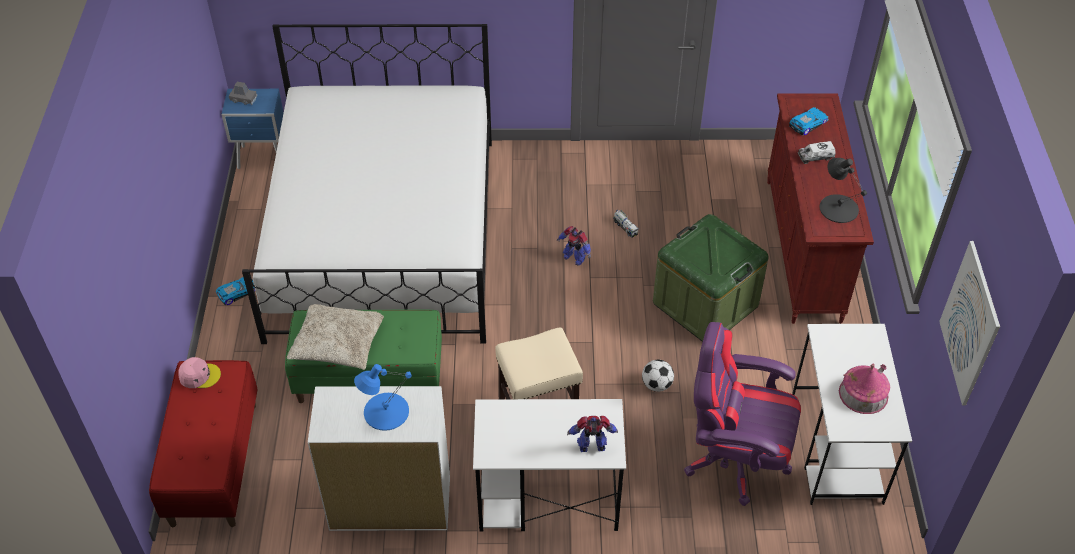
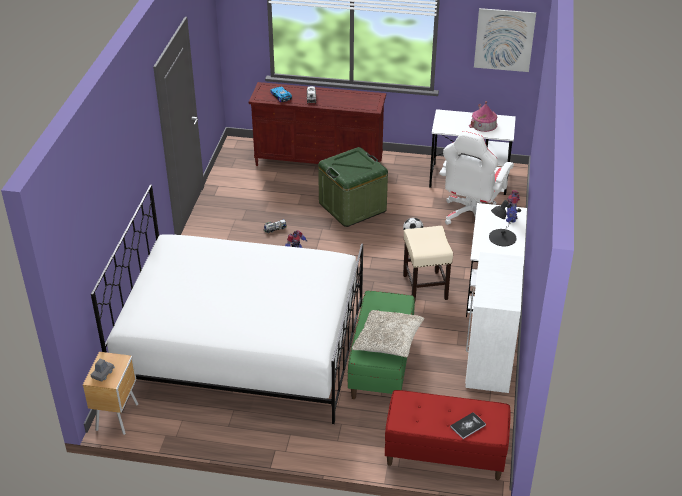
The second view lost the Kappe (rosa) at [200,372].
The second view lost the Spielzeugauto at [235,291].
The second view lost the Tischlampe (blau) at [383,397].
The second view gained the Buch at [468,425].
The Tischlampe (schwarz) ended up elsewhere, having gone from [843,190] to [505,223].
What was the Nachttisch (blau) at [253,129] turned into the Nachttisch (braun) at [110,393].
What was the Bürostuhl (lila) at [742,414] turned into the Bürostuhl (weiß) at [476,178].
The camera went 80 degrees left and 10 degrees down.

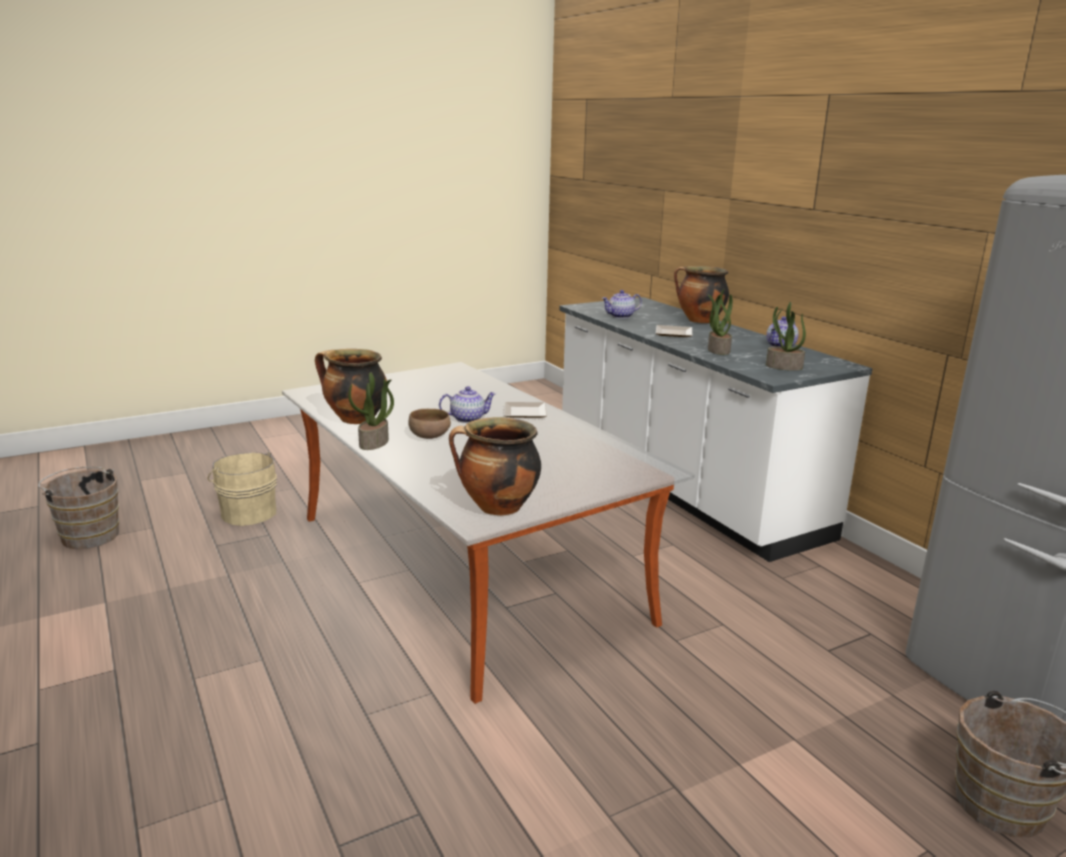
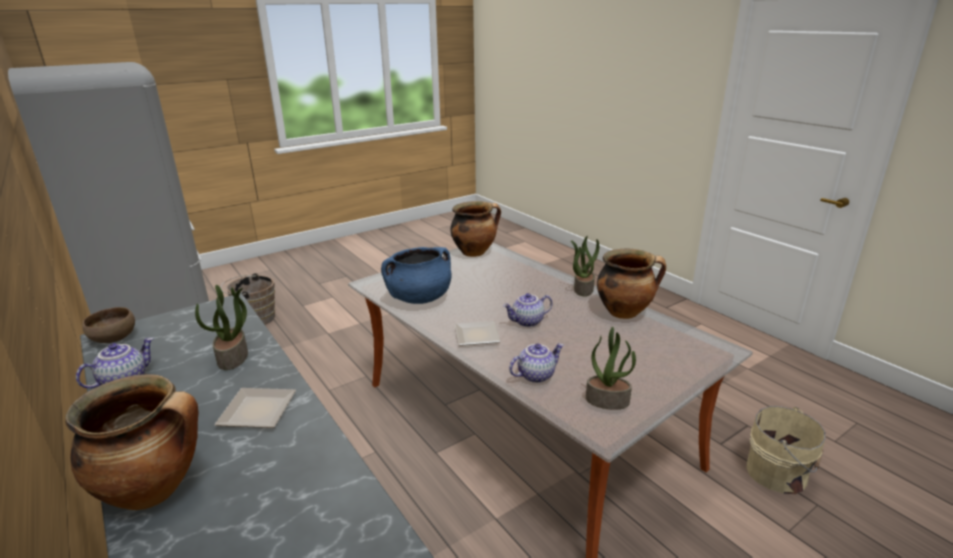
The second view lost the Eimer (braun) at [78,508].
The second view gained the Kochtopf (blau) at [416,275].
The Schüssel (braun) ended up elsewhere, having gone from [429,424] to [108,325].
The Teekanne ended up elsewhere, having gone from [621,304] to [536,363].
The Topfpflanze ended up elsewhere, having gone from [786,336] to [611,368].
The camera went 175 degrees right and 5 degrees up.

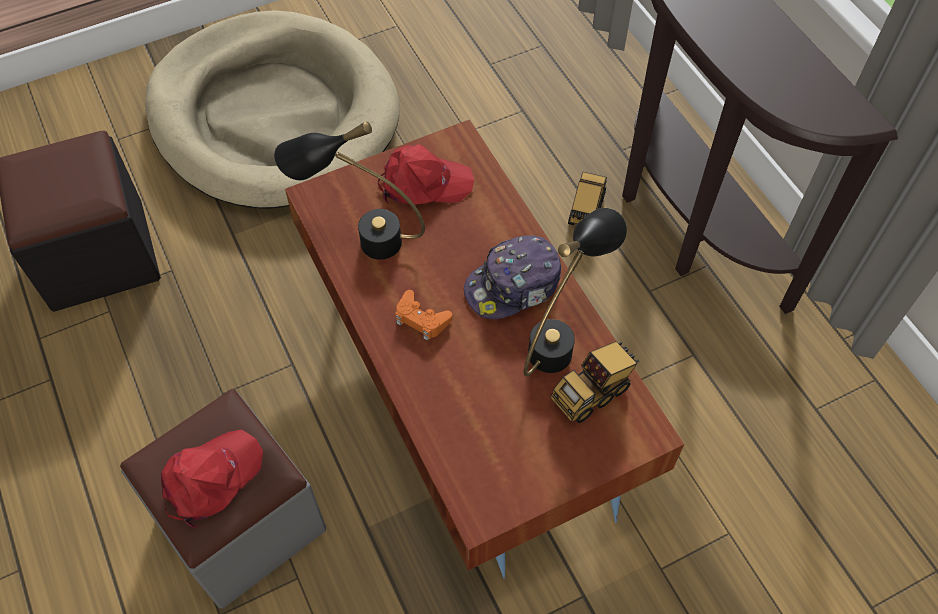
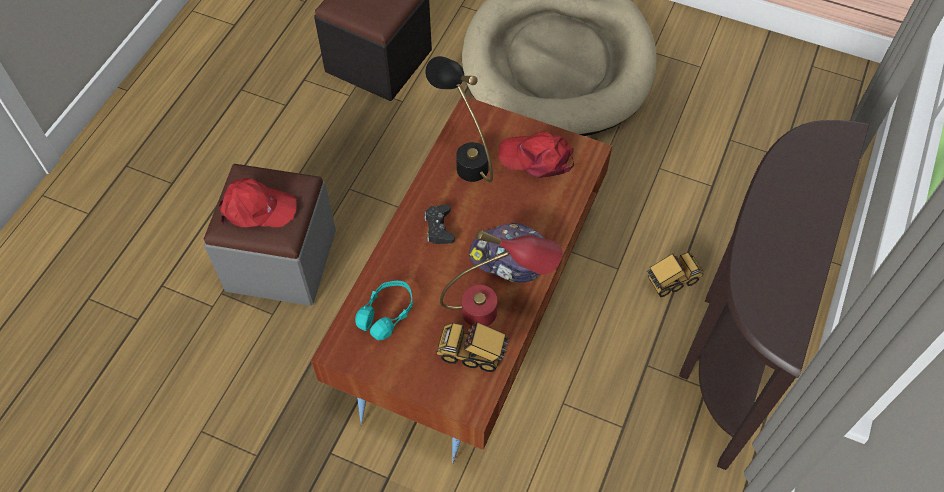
The second view gained the Kopfhörer (türkis) at [384,310].
What was the Gamepad (orange) at [424,315] turned into the Gamepad (schwarz) at [439,224].
What was the Tischlampe (schwarz) at [575,292] turned into the Tischlampe (rot) at [501,277].
The Kappe (rot) at [426,174] ended up facing another way, 150 degrees clockwise from before.
The camera went 50 degrees right and 0 degrees up.

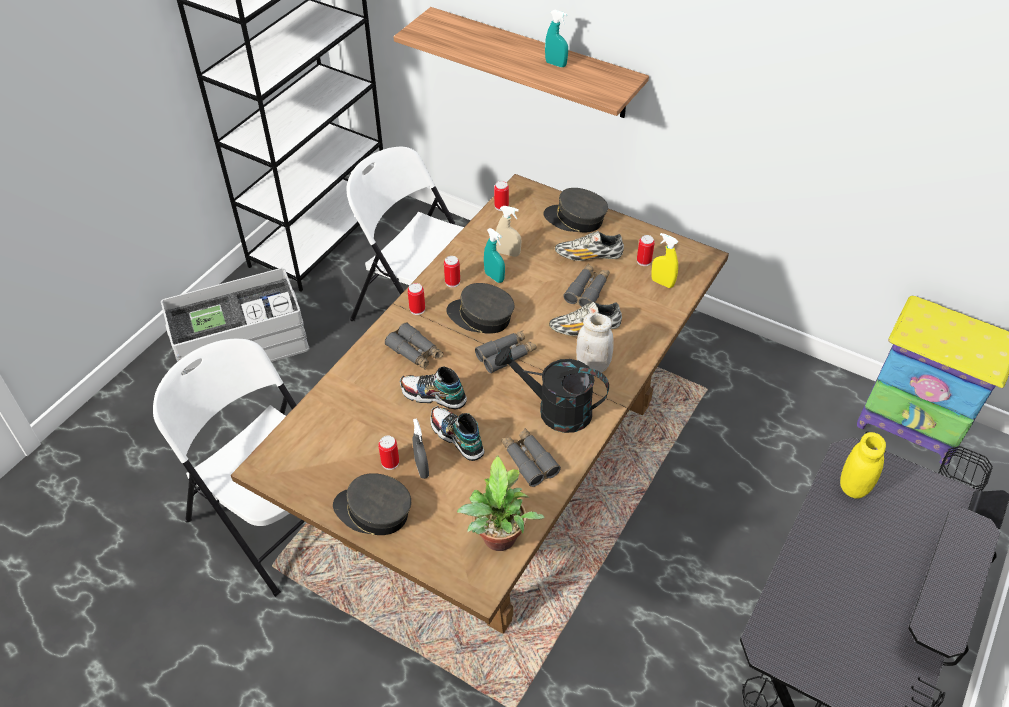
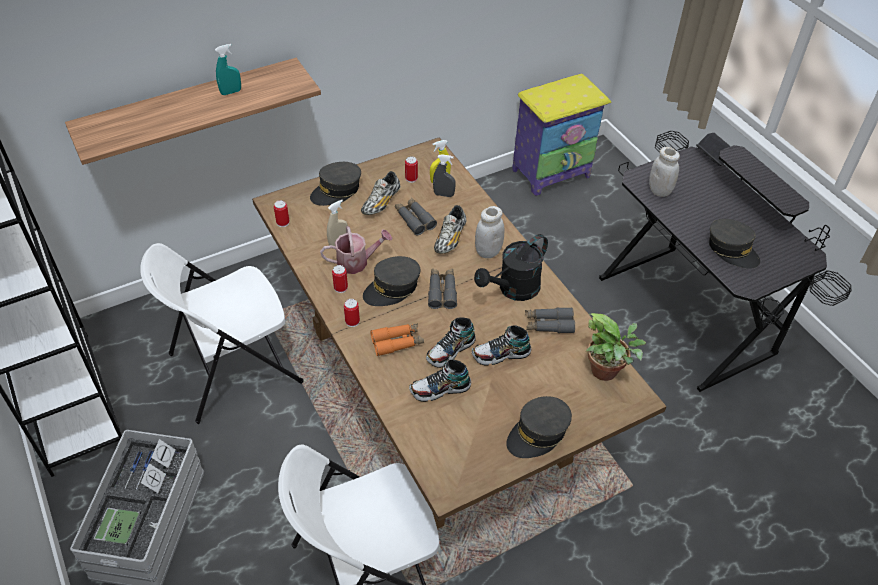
The second view lost the Dose at [388,453].
The second view gained the Schuh at [440,381].
The second view gained the Kappe (grau) at [734,244].
The Sprühflasche (grau) ended up elsewhere, having gone from [421,448] to [444,175].
Where the Sprühflasche (türkis) stood at [494,255], the Gießkanne came to stand at [356,250].
What was the Fernglas (grau) at [414,346] turned into the Fernglas (orange) at [397,339].
What was the Vorratsglas (gelb) at [863,465] turned into the Vorratsglas (weiß) at [664,172].
The camera went 60 degrees left and 0 degrees up.

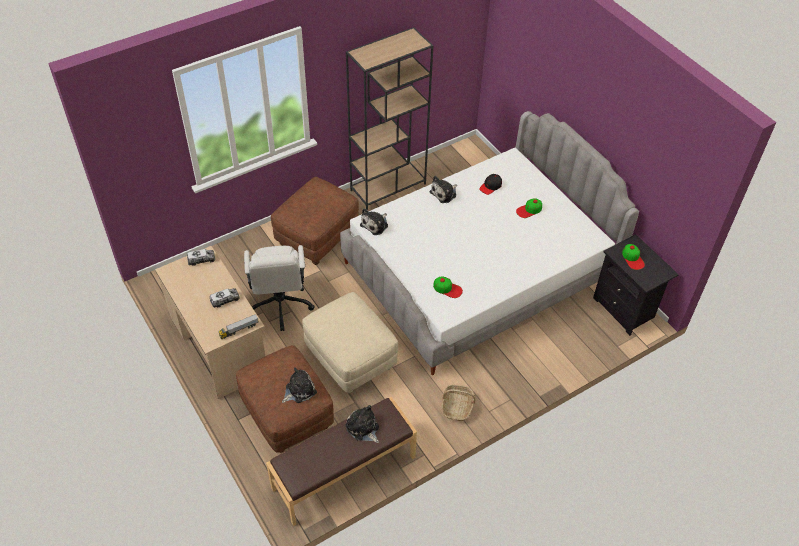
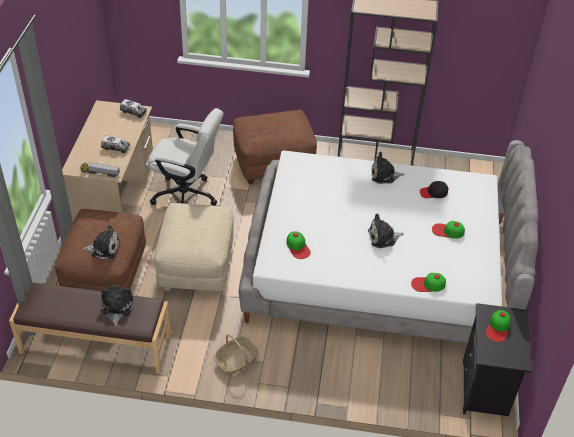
The second view gained the Kappe at [428,282].
The Plüschtier ended up elsewhere, having gone from [374,221] to [385,231].
The Bürostuhl (weiß) at [279,288] ended up facing another way, 105 degrees counterclockwise from before.
The camera went 40 degrees right and 5 degrees down.

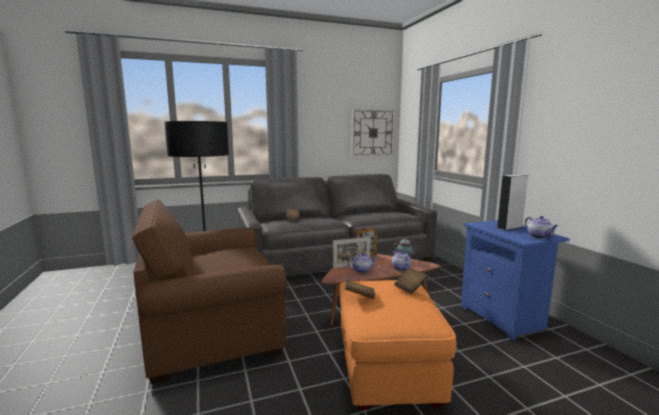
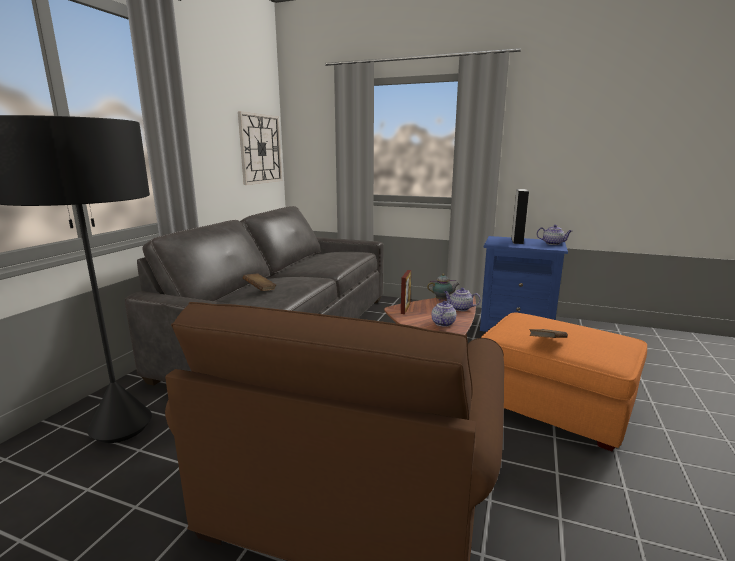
The second view lost the Bilderrahmen at [352,252].
The second view lost the Buch (braun) at [410,281].
The camera went 50 degrees left and 5 degrees up.

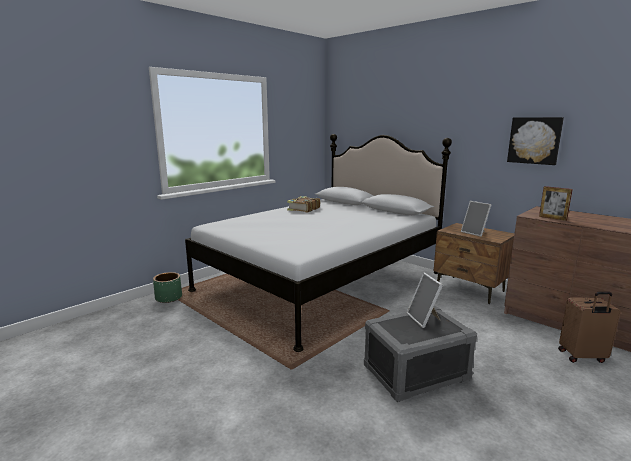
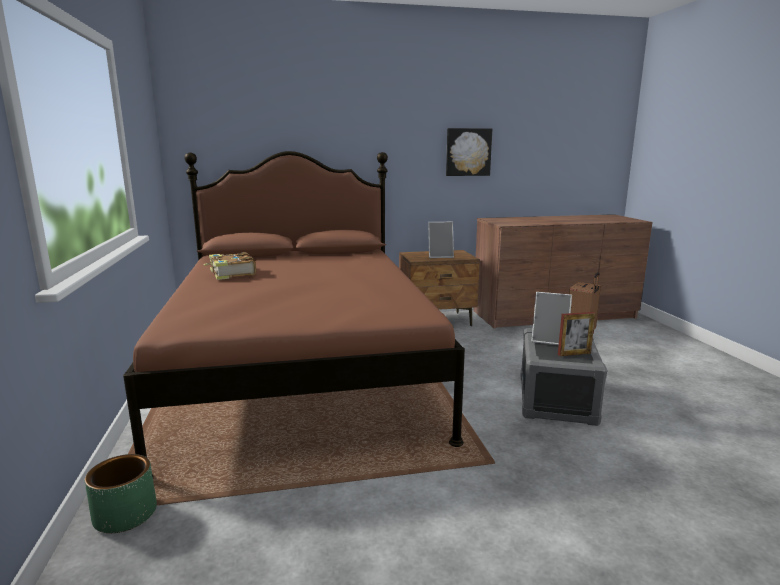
The Bilderrahmen ended up elsewhere, having gone from [556,203] to [576,334].
What was the Bett (weiß) at [318,243] turned into the Bett (braun) at [294,313].
The camera went 55 degrees left and 0 degrees up.

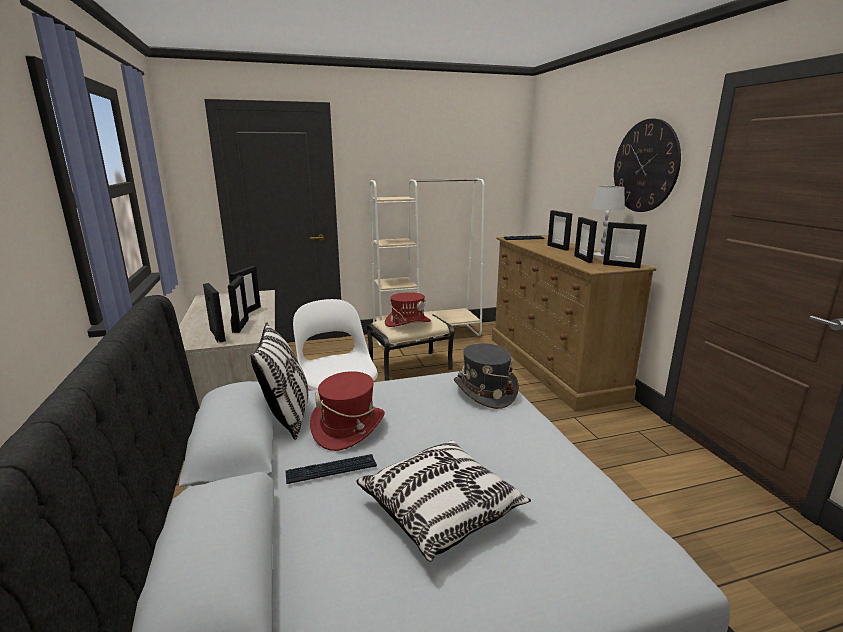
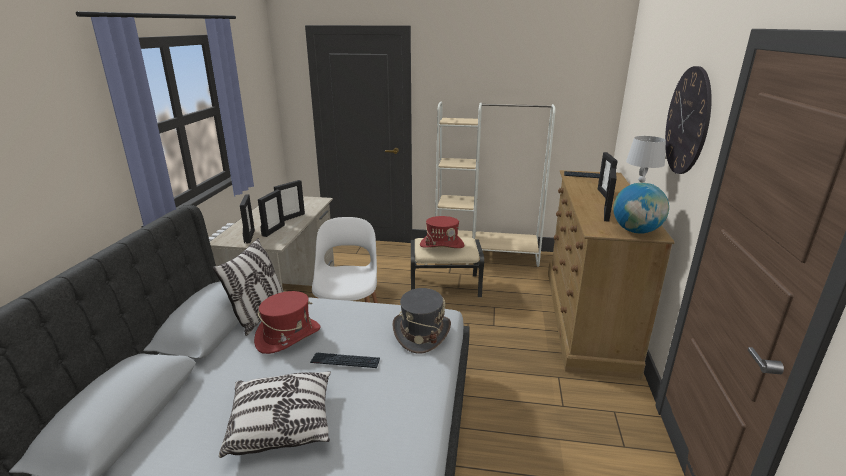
The Tastatur ended up elsewhere, having gone from [331,469] to [345,360].
Where the Bilderrahmen stood at [625,245], the Globus came to stand at [641,207].
The camera went 25 degrees right and 5 degrees up.

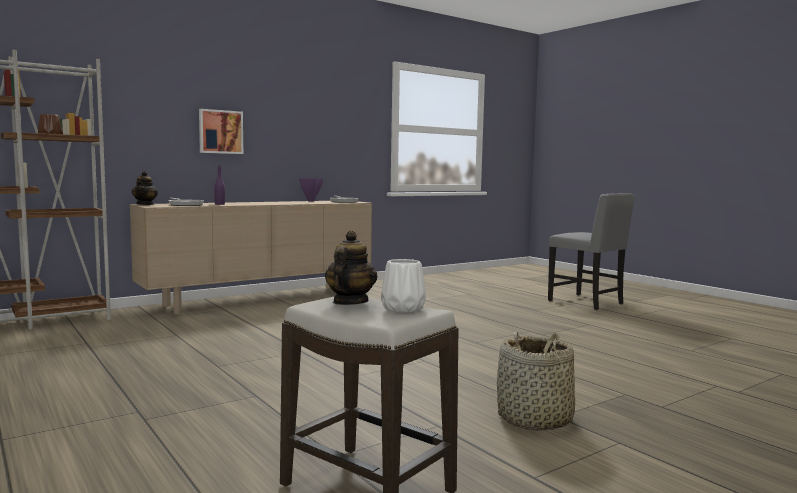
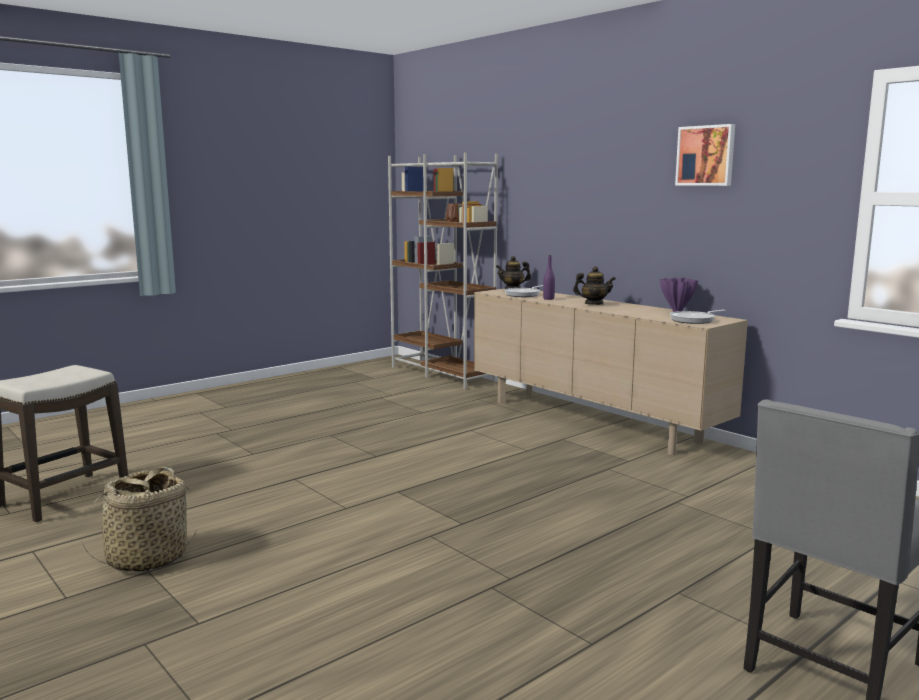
The second view lost the Vase (weiß) at [403,286].
The Bild ended up elsewhere, having gone from [221,131] to [705,155].
The Teekanne ended up elsewhere, having gone from [351,267] to [594,285].
The camera went 85 degrees right and 5 degrees up.

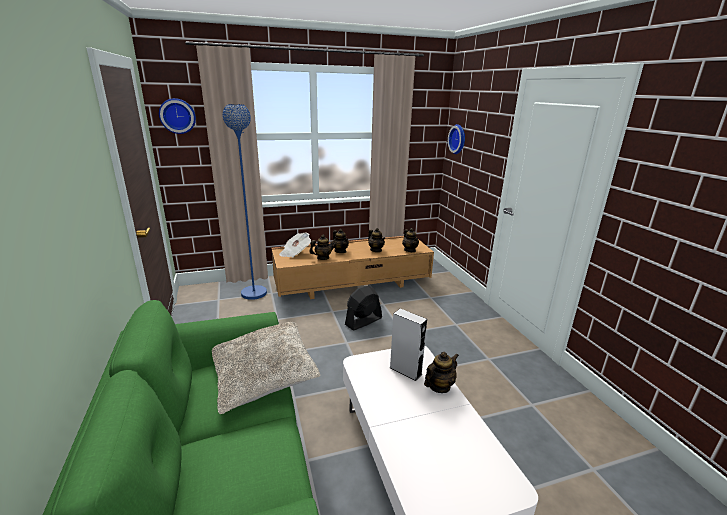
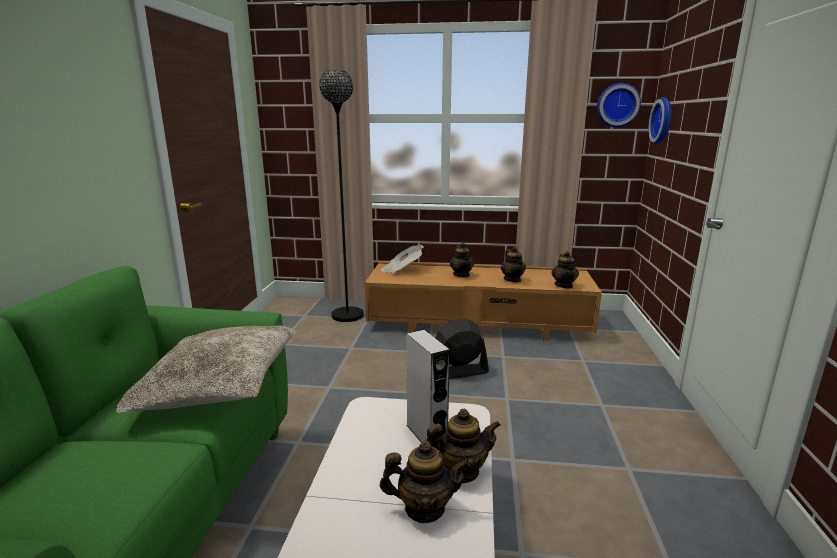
The Wanduhr ended up elsewhere, having gone from [177,116] to [619,105].
The Teekanne ended up elsewhere, having gone from [322,247] to [425,482].
What was the Stehlampe (blau) at [244,202] turned into the Stehlampe (schwarz) at [341,196].
The camera went 25 degrees right and 5 degrees down.

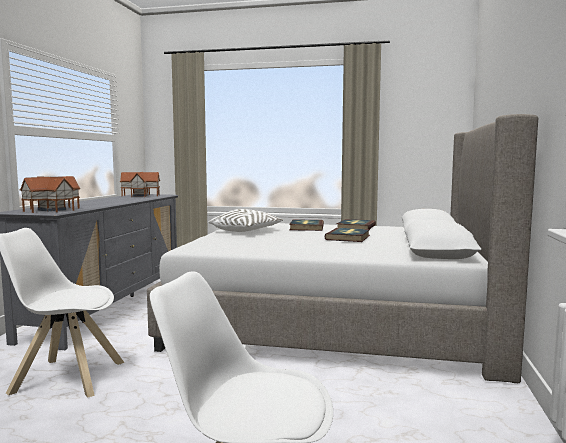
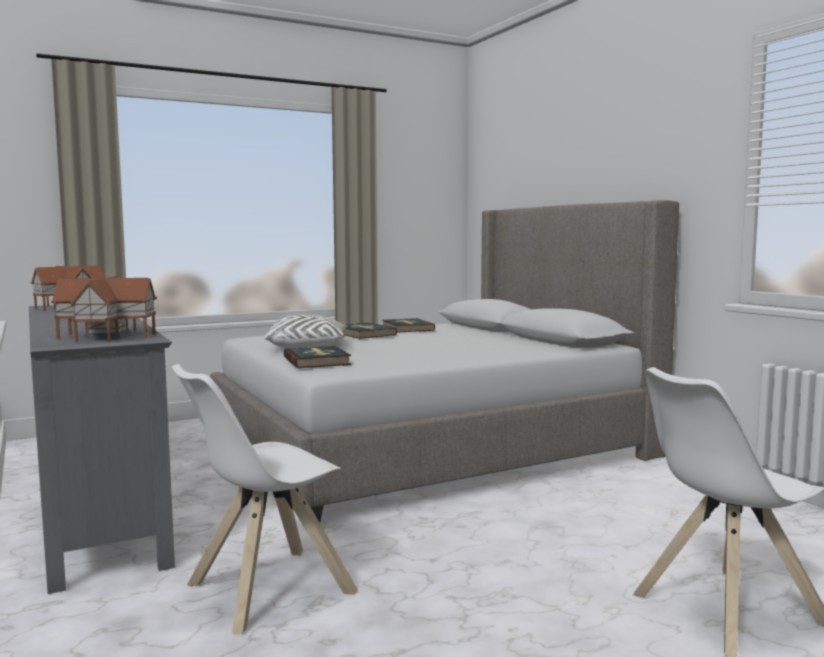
The Buch ended up elsewhere, having gone from [347,235] to [317,357].
The camera went 40 degrees left and 0 degrees up.

